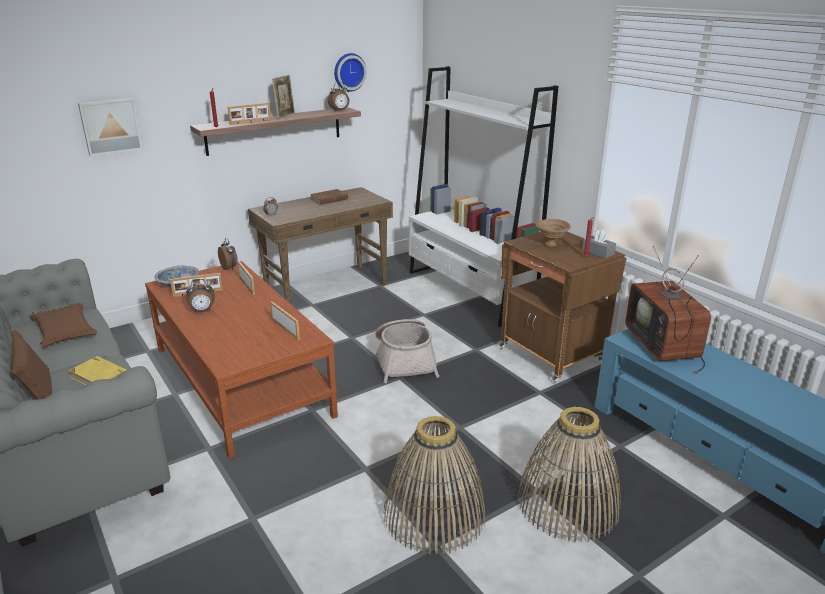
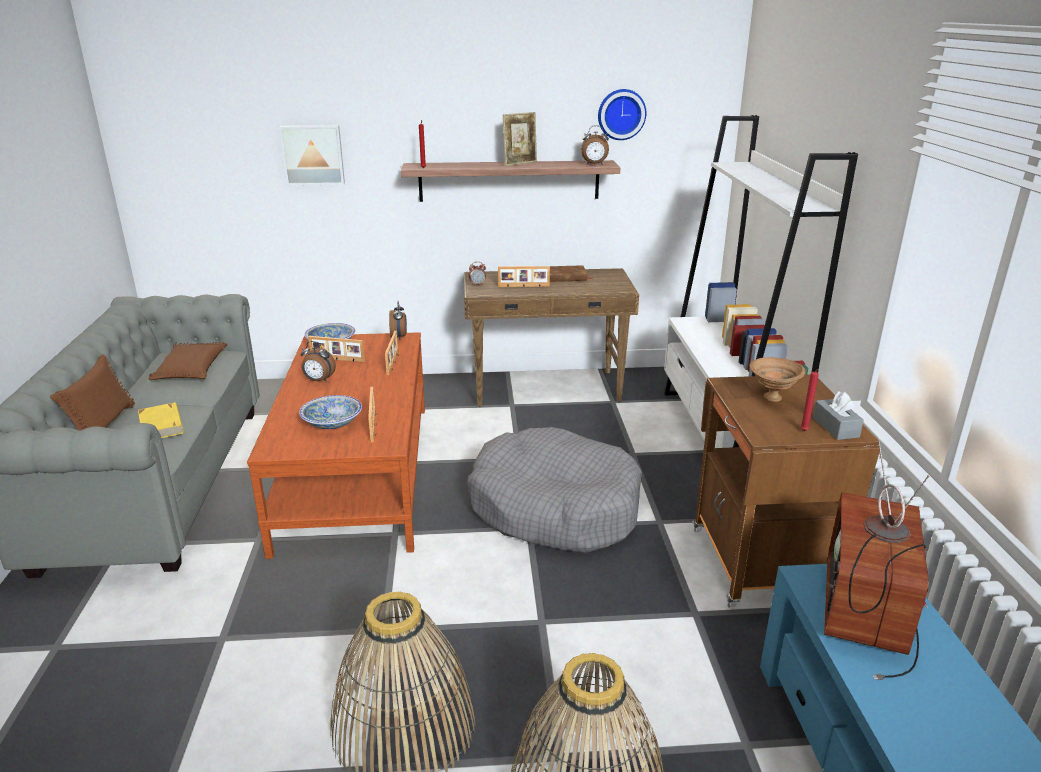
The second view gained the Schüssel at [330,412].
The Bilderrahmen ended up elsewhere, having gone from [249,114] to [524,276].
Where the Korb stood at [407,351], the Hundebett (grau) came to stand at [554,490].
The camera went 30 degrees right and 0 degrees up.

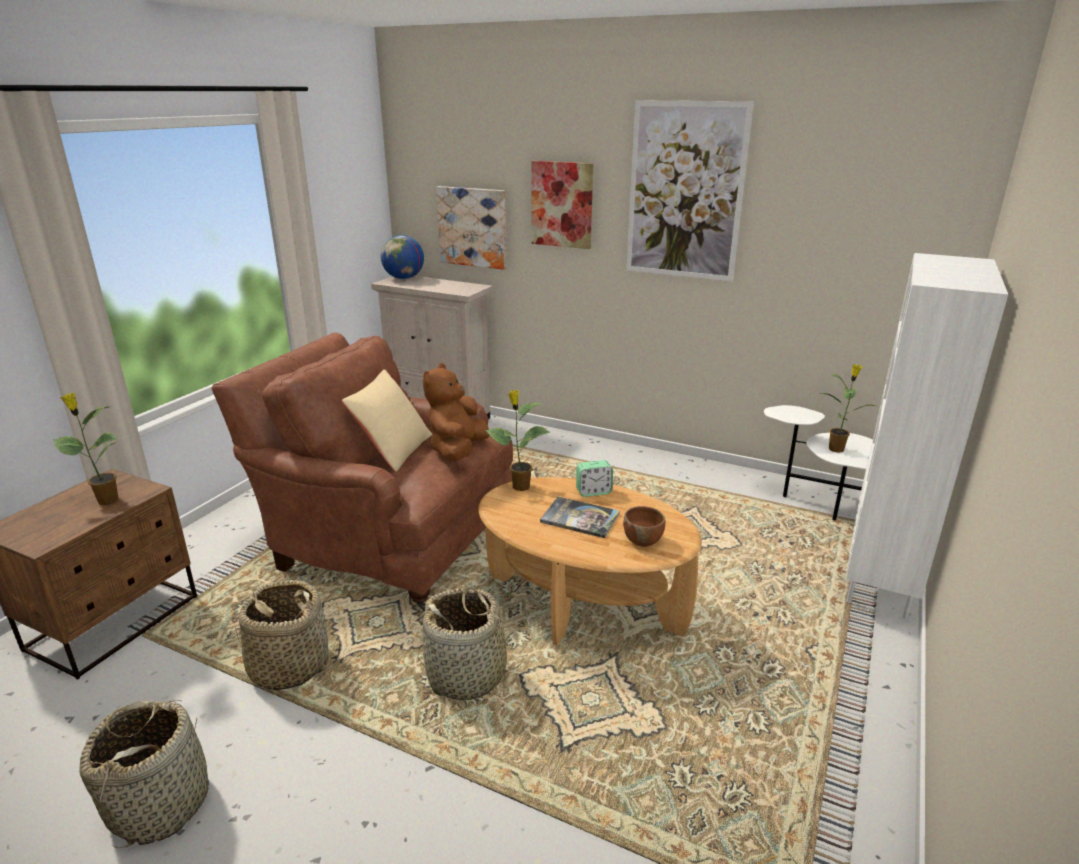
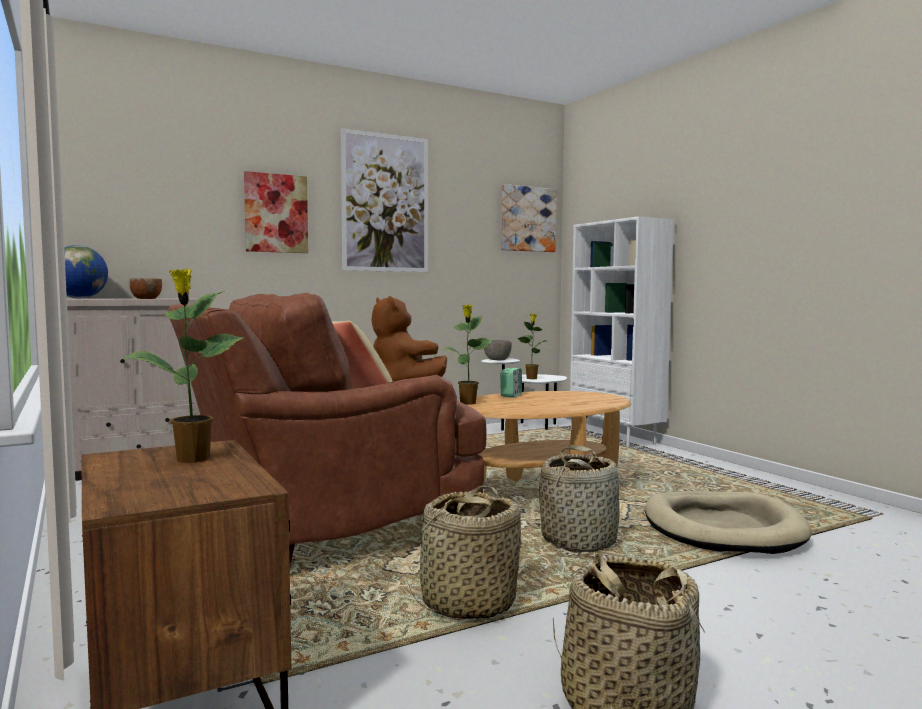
The second view lost the Buch at [580,517].
The second view gained the Schüssel (grau) at [498,350].
The second view gained the Hundebett (beige) at [728,522].
The Bild ended up elsewhere, having gone from [471,227] to [529,218].
The Schüssel (braun) ended up elsewhere, having gone from [644,526] to [146,288].
The camera went 55 degrees left and 20 degrees down.

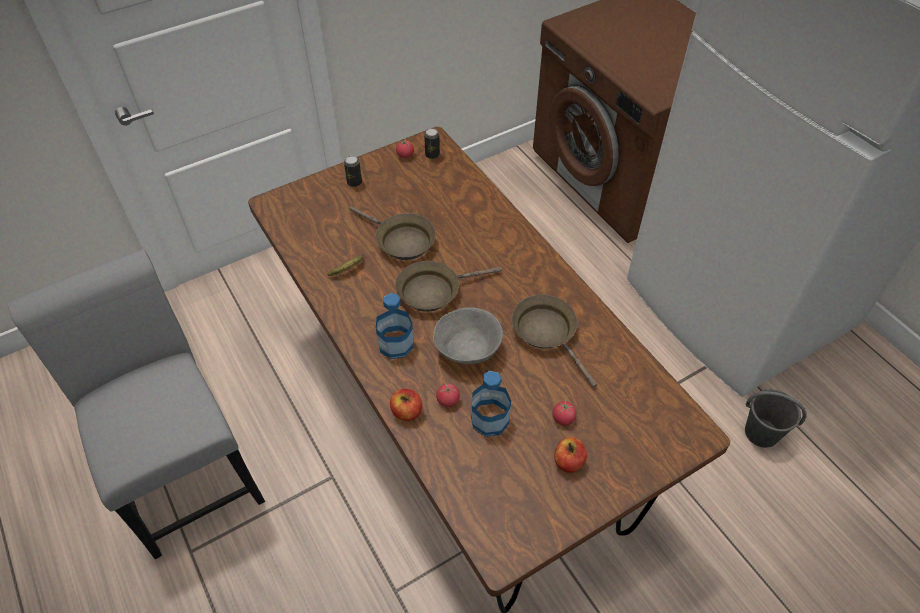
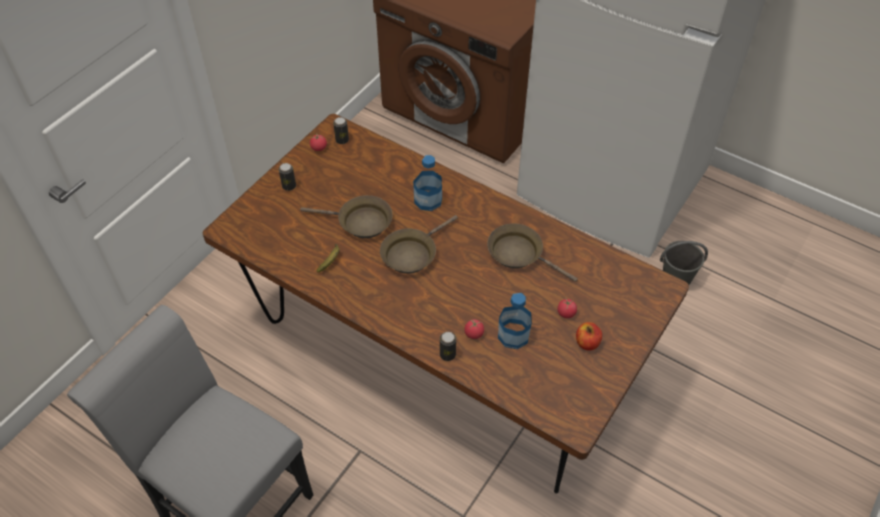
The second view lost the Schüssel (grau) at [468,335].
The Flasche ended up elsewhere, having gone from [395,326] to [427,183].
Where the Apfel stood at [406,405], the Dose came to stand at [448,346].
The camera went 25 degrees left and 0 degrees up.

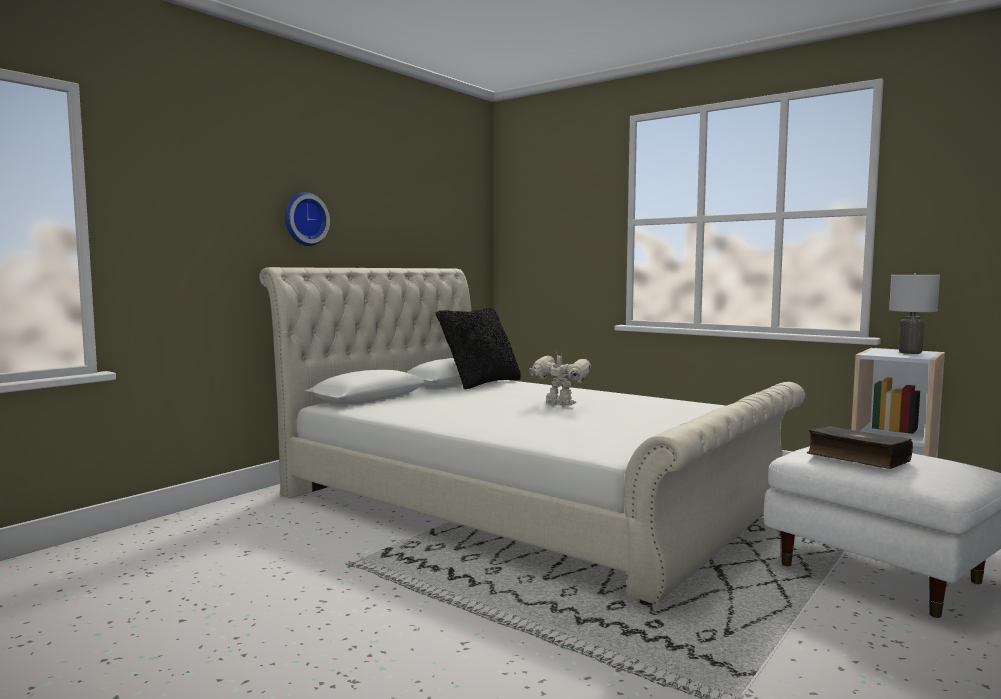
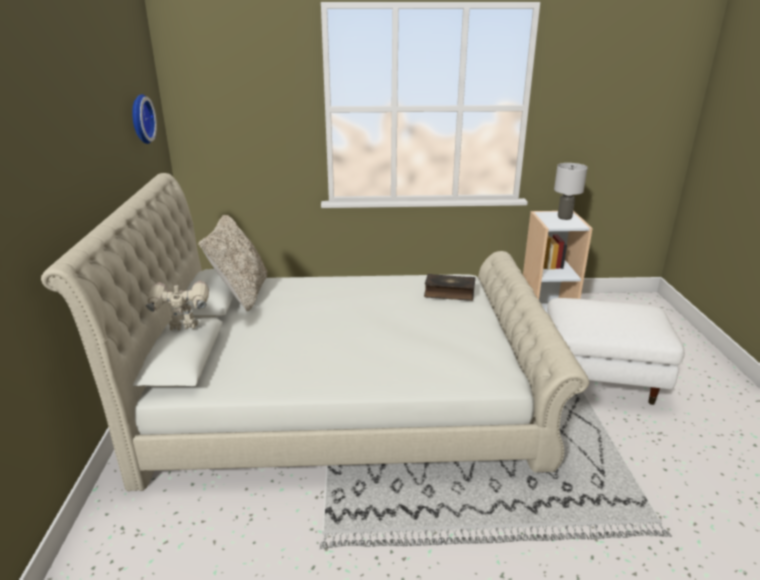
The Wanduhr ended up elsewhere, having gone from [307,219] to [144,119].
The Spielzeugroboter ended up elsewhere, having gone from [560,378] to [177,305].
The Buch ended up elsewhere, having gone from [860,447] to [449,287].
What was the Kissen (schwarz) at [478,348] turned into the Kissen (beige) at [233,263].
The camera went 40 degrees left and 20 degrees up.

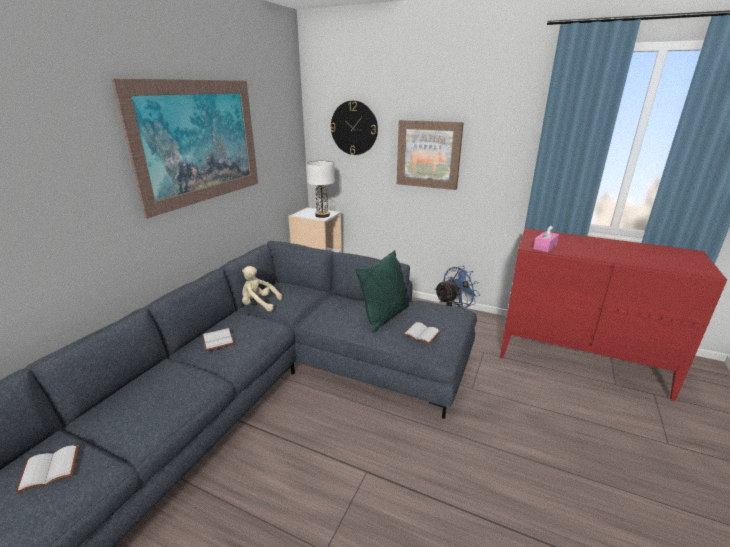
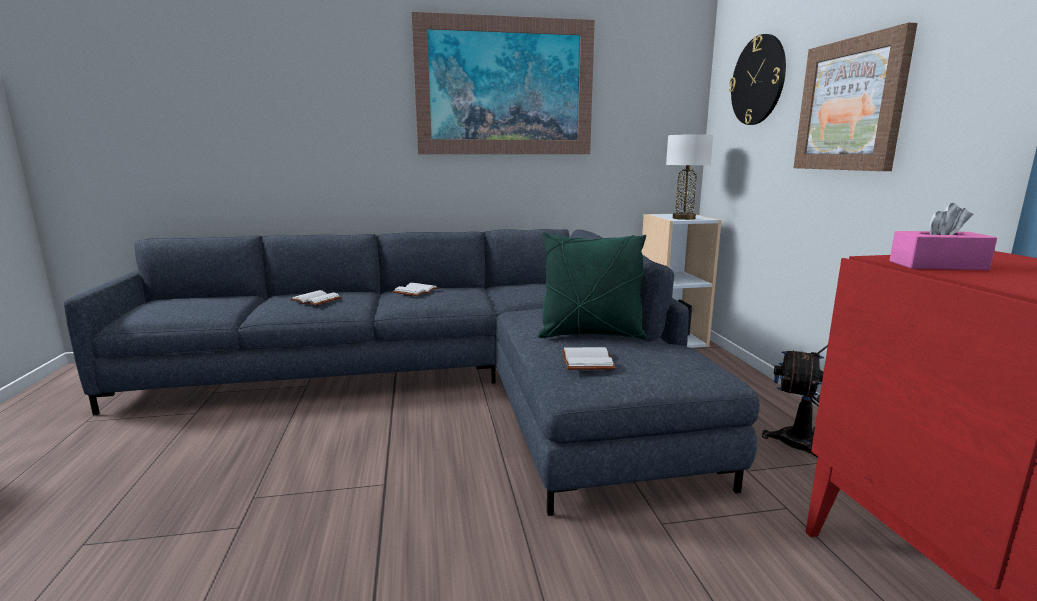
The second view lost the Plüschtier (beige) at [262,288].
The Buch (weiß) ended up elsewhere, having gone from [47,469] to [316,297].
The camera went 55 degrees right and 10 degrees down.

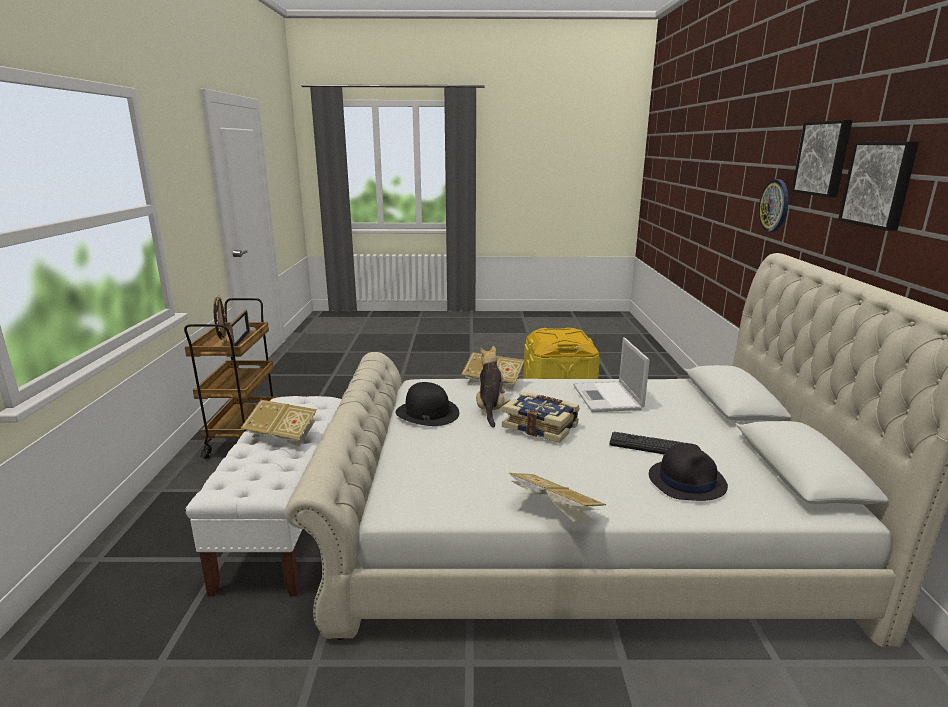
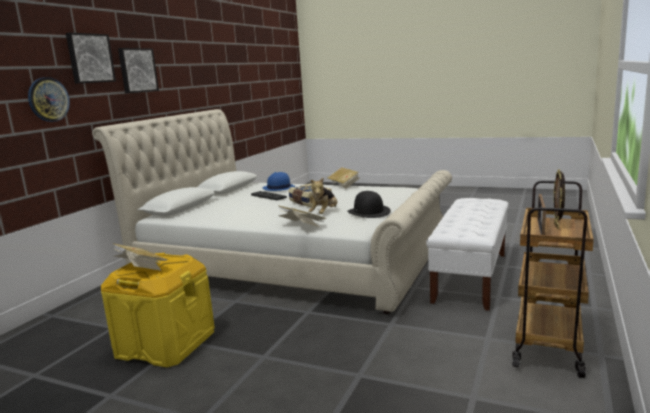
The second view lost the Laptop at [611,374].
The Buch ended up elsewhere, having gone from [278,423] to [140,257].
What was the Hut (schwarz) at [688,472] turned into the Hut (blau) at [278,181].
The camera went 155 degrees left and 5 degrees down.

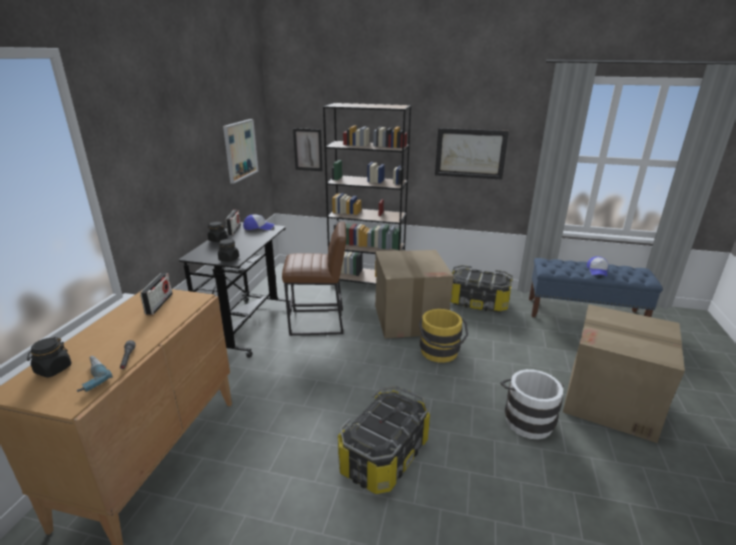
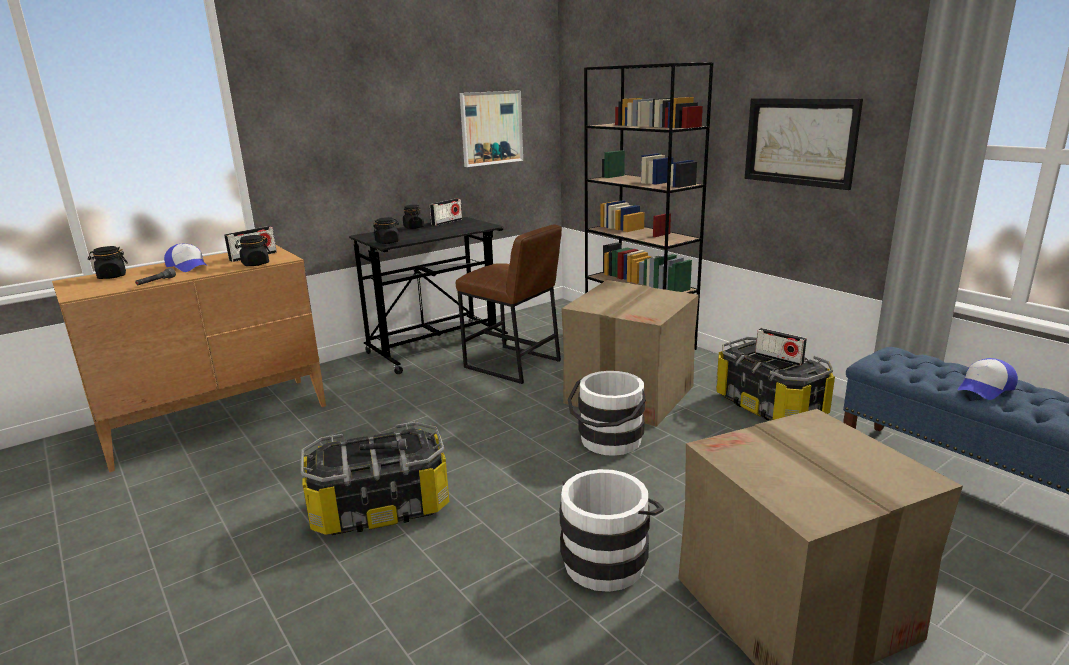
The second view lost the Bohrmaschine at [95,374].
The second view lost the Bild at [308,149].
The second view gained the Vorratsglas (schwarz) at [252,250].
The second view gained the Radio at [781,347].
The Kappe ended up elsewhere, having gone from [258,222] to [186,258].
What was the Eimer (gelb) at [443,336] turned into the Eimer (weiß) at [607,413].
The camera went 40 degrees right and 5 degrees down.

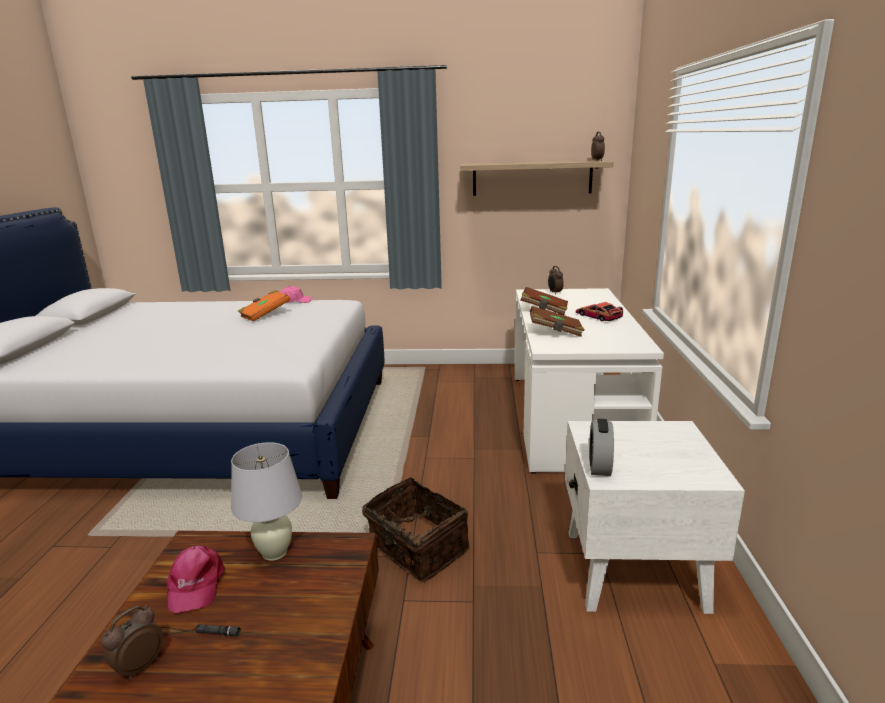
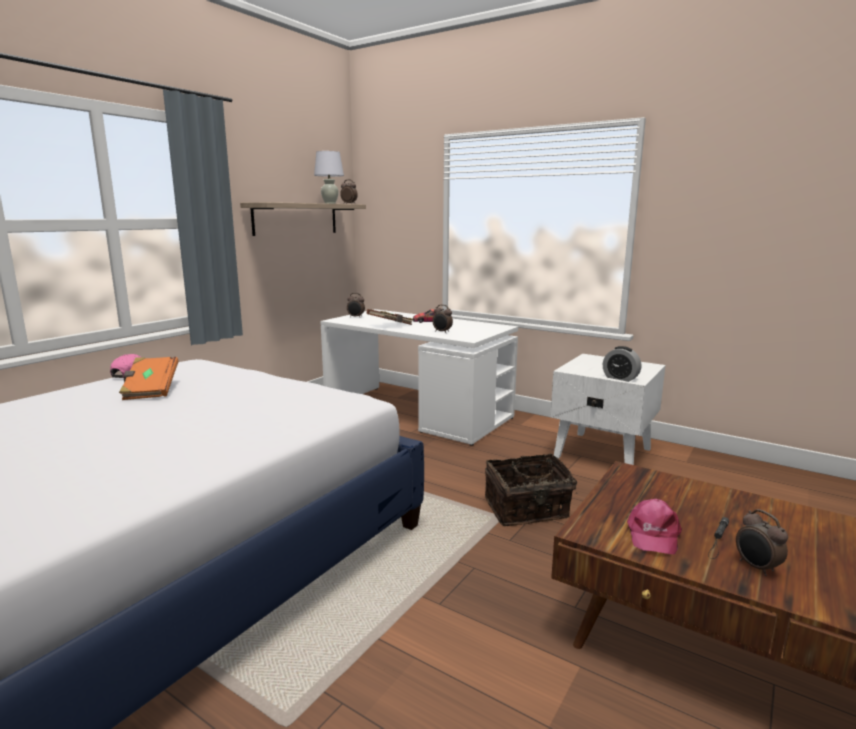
The Tischlampe (weiß) ended up elsewhere, having gone from [266,501] to [329,177].
Where the Buch (braun) stood at [557,321], the Wecker came to stand at [442,318].
The Kappe (rosa) at [196,579] ended up facing another way, 90 degrees clockwise from before.
The camera went 60 degrees left and 5 degrees down.

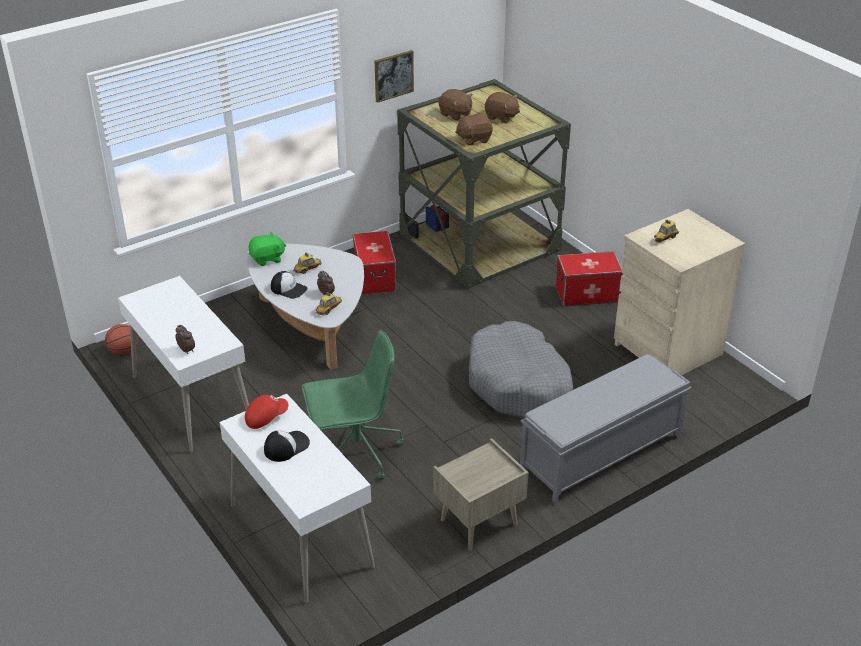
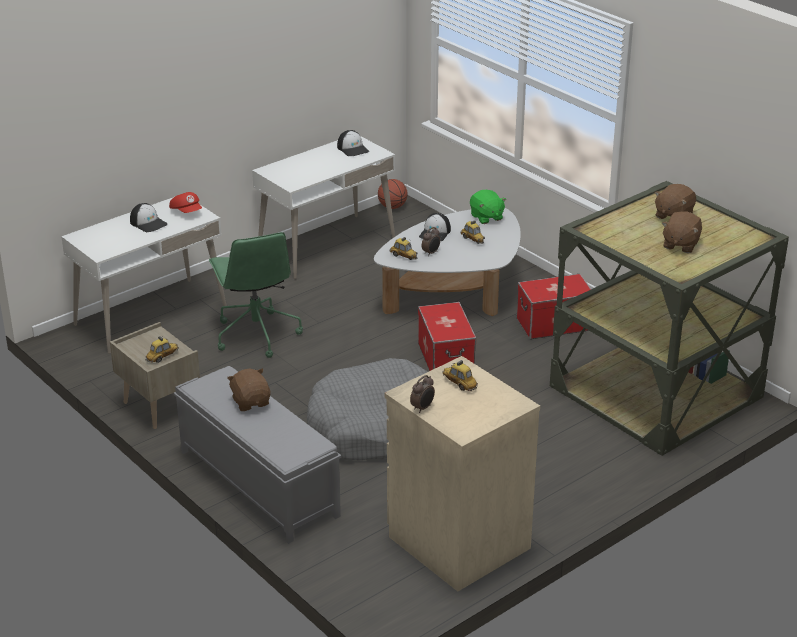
The second view lost the Bild at [394,76].
The second view gained the Spielzeugauto at [162,349].
The second view gained the Kappe at [353,143].
The Wecker ended up elsewhere, having gone from [185,339] to [422,394].
The Plüschtier (braun) ended up elsewhere, having gone from [474,129] to [248,389].
The Aufbewahrungsbox ended up elsewhere, having gone from [589,278] to [447,336].
The camera went 85 degrees right and 5 degrees down.

